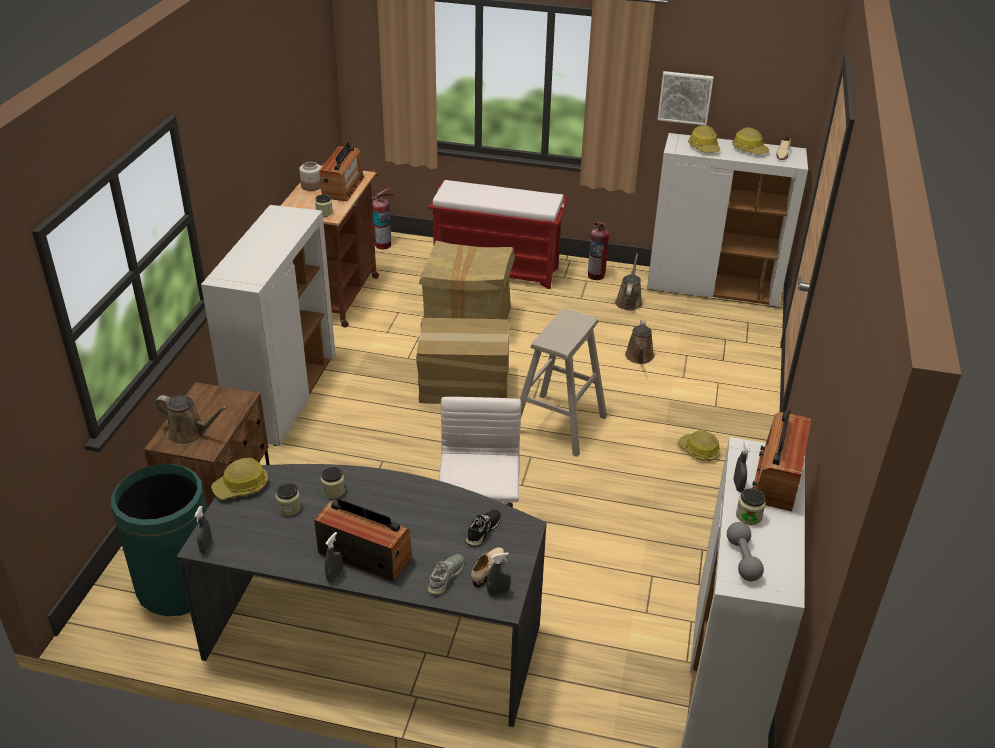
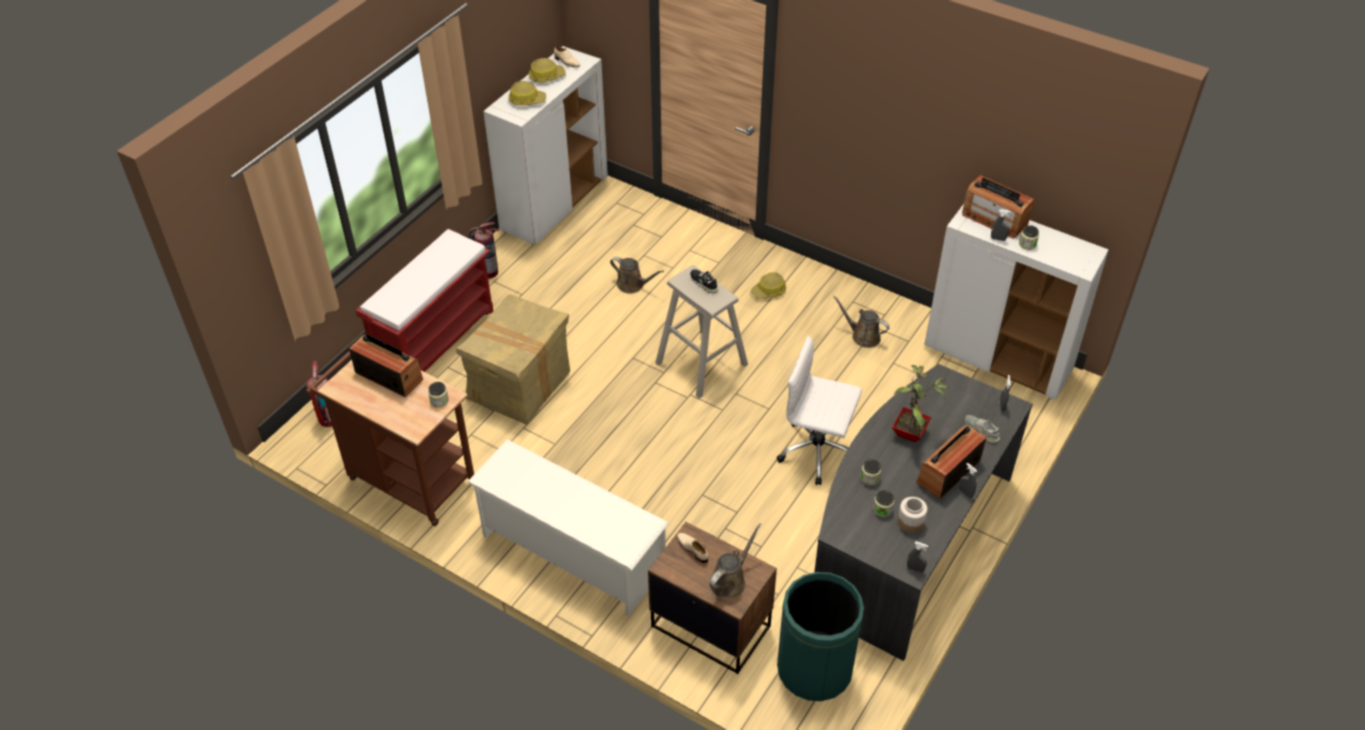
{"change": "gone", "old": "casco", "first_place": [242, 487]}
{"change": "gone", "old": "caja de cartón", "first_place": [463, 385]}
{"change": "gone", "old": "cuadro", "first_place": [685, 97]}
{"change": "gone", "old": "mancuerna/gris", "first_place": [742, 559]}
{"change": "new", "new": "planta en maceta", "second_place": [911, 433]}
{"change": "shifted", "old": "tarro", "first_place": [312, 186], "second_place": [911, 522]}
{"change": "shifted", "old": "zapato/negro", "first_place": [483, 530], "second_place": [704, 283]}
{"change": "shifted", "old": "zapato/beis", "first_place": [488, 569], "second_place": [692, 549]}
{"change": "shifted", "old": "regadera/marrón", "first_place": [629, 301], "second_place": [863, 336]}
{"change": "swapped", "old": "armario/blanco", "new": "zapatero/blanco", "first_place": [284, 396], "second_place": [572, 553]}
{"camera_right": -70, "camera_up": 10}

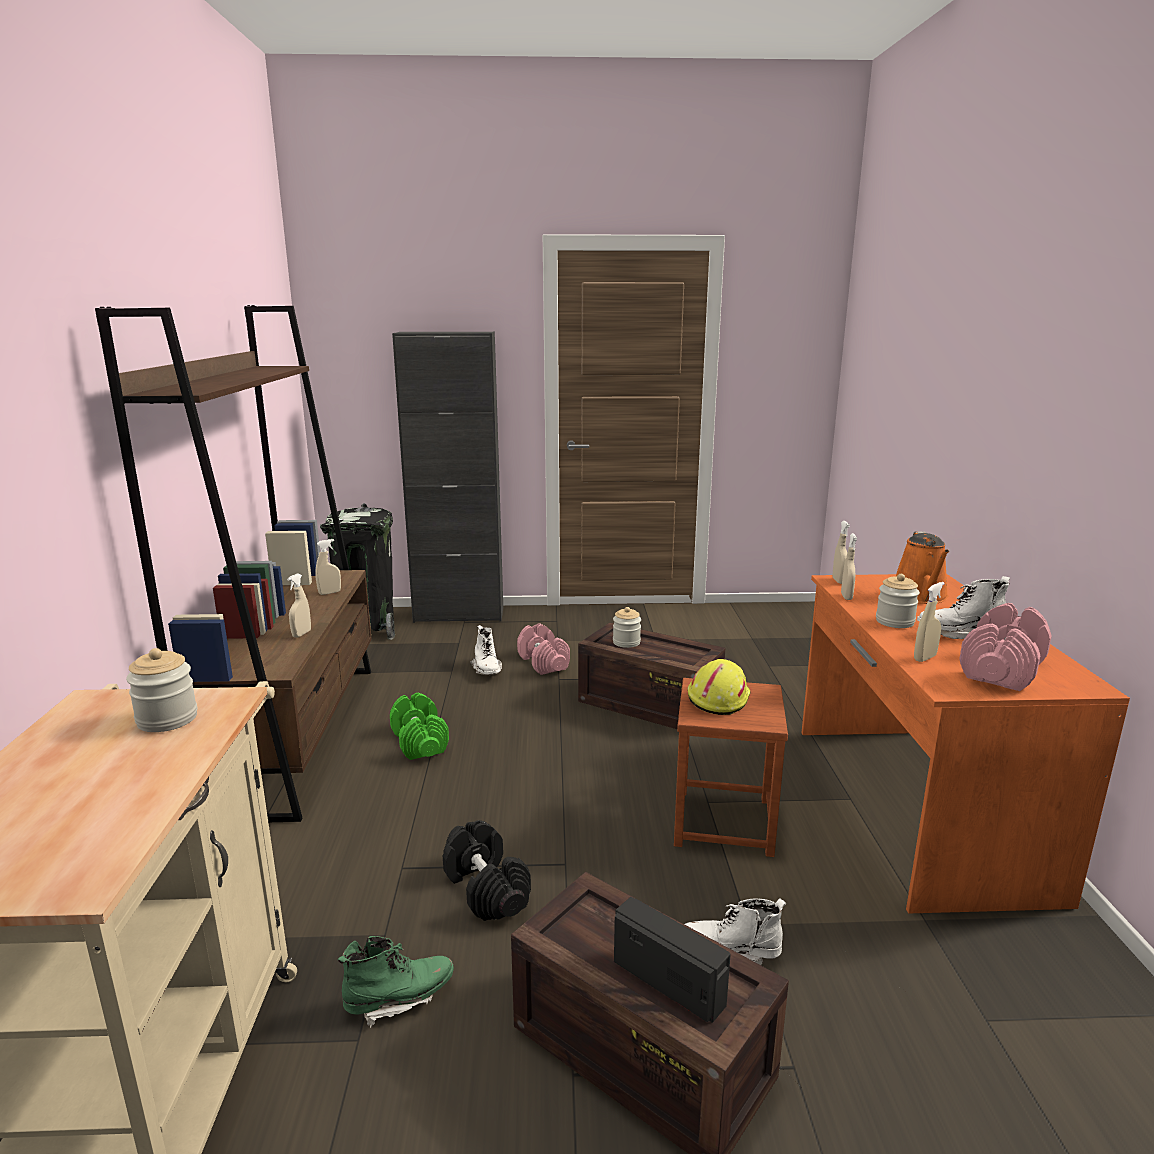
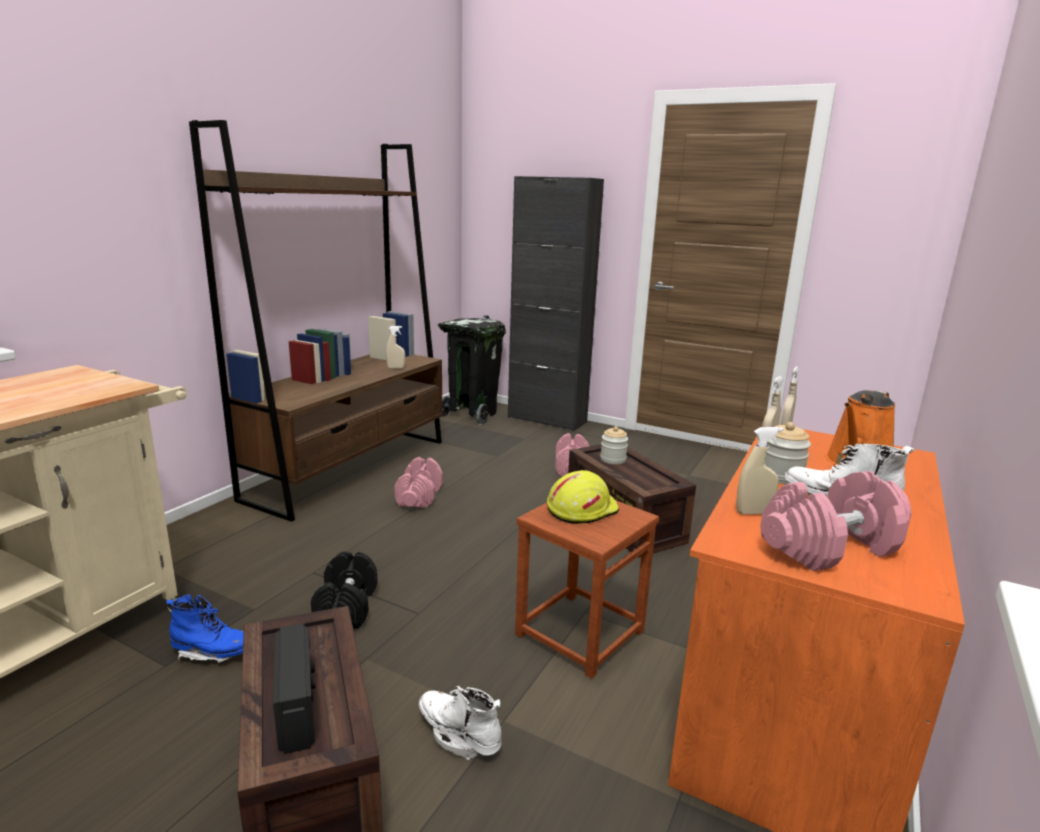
{"change": "gone", "old": "tarro", "first_place": [167, 719]}
{"change": "gone", "old": "pulverizador/beis", "first_place": [301, 634]}
{"change": "gone", "old": "bota/blanco", "first_place": [487, 670]}
{"change": "repainted", "old": "bota/verde", "new": "bota/azul", "first_place": [399, 999], "second_place": [214, 653]}
{"change": "repainted", "old": "mancuerna/verde", "new": "mancuerna/rosa", "first_place": [420, 742], "second_place": [419, 496]}
{"camera_right": 30, "camera_up": 0}

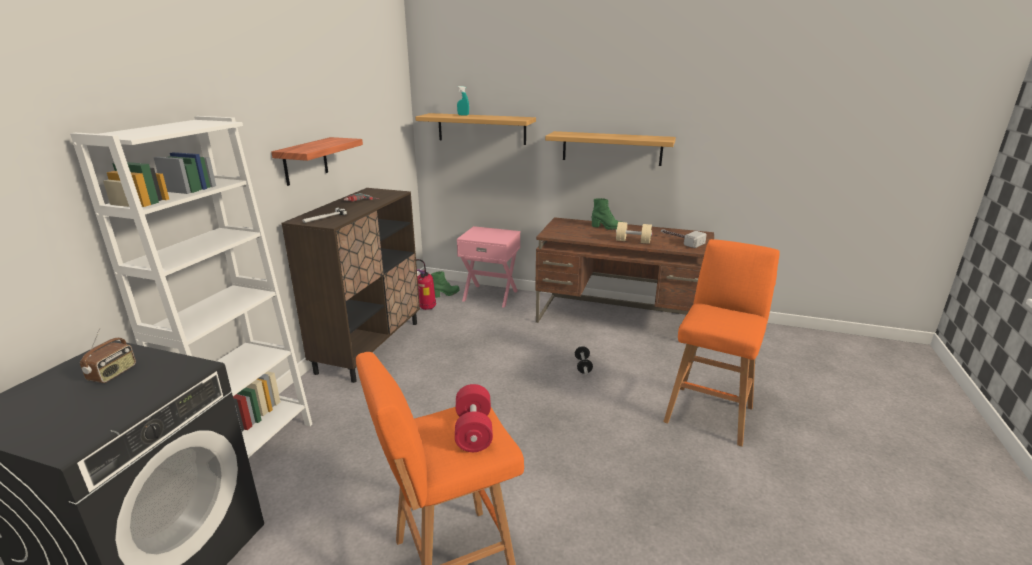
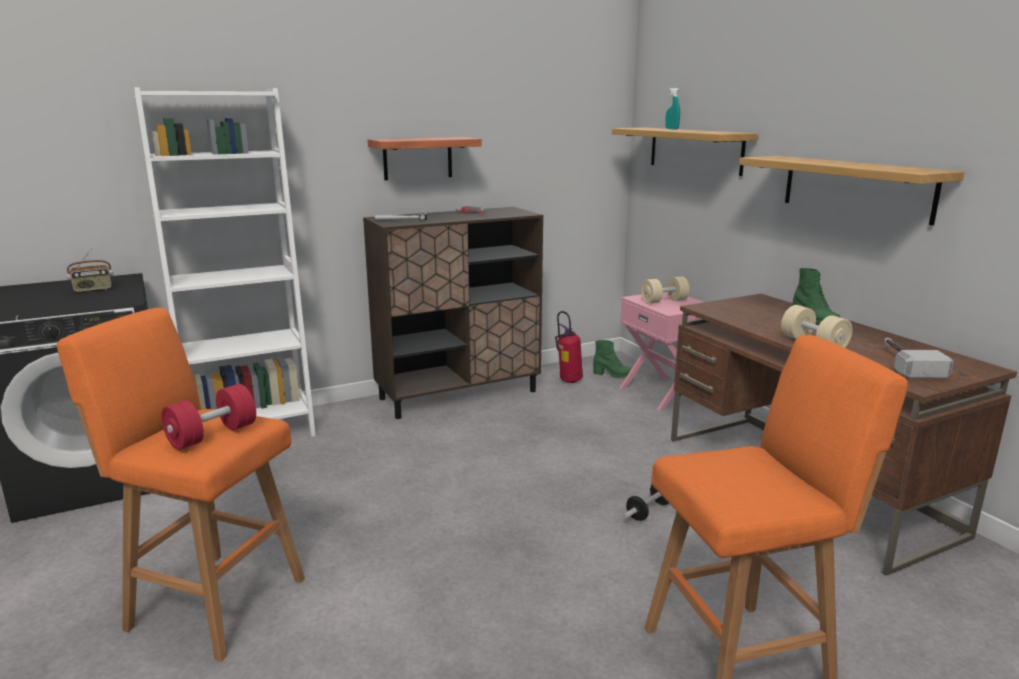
{"change": "new", "new": "mancuerna/beis", "second_place": [664, 301]}
{"camera_right": 45, "camera_up": -5}

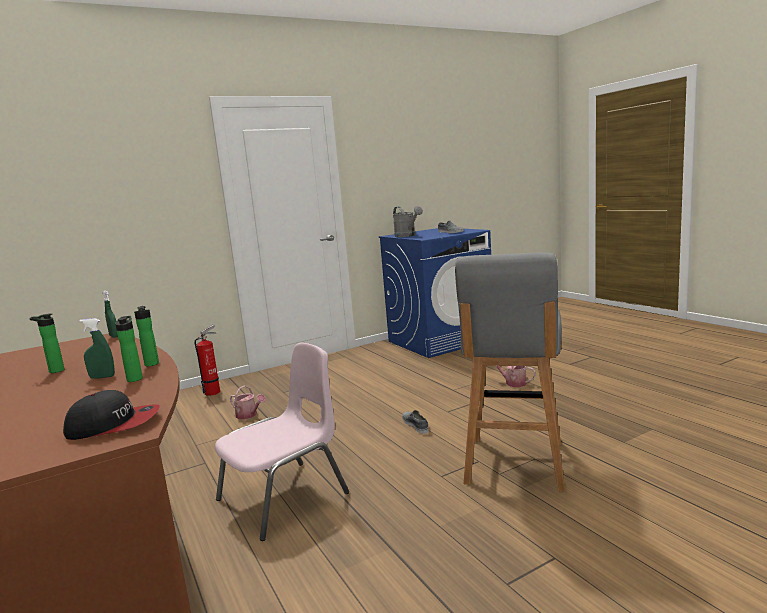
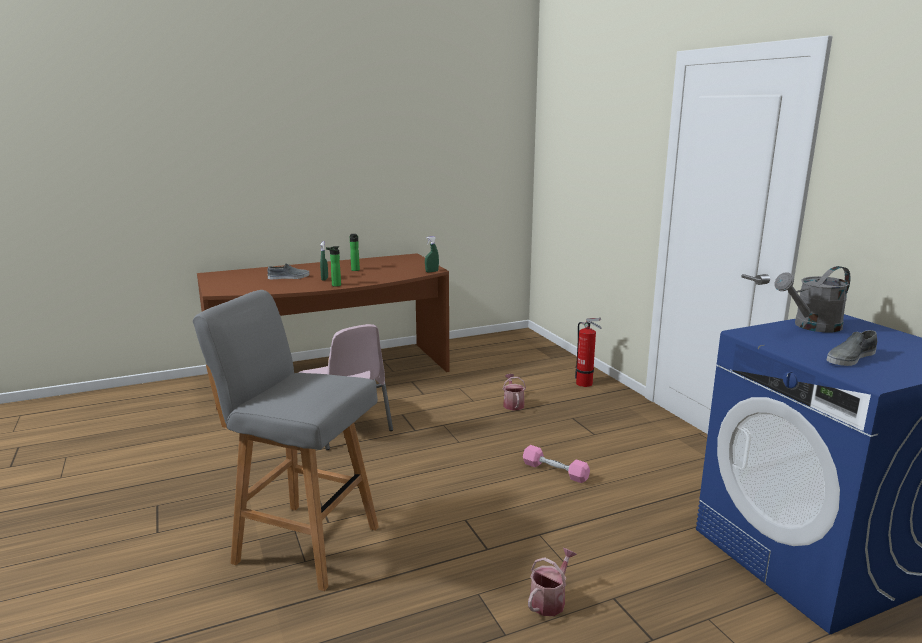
{"change": "gone", "old": "gorra", "first_place": [114, 425]}
{"change": "gone", "old": "botella", "first_place": [135, 378]}
{"change": "new", "new": "mancuerna/rosa", "second_place": [555, 471]}
{"change": "shifted", "old": "zapato/gris", "first_place": [415, 425], "second_place": [288, 277]}
{"change": "rotated", "old": "regadera", "first_place": [249, 415], "second_place": [513, 404], "degrees": 135}
{"camera_right": 95, "camera_up": 5}

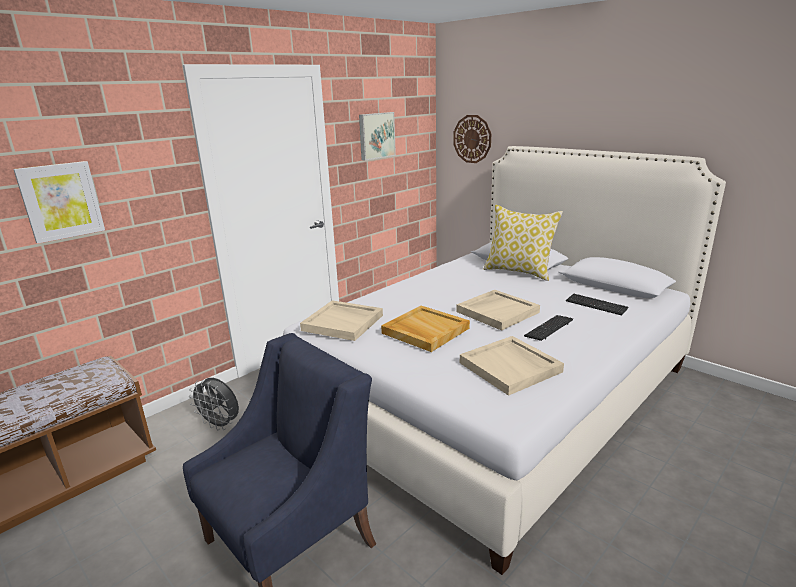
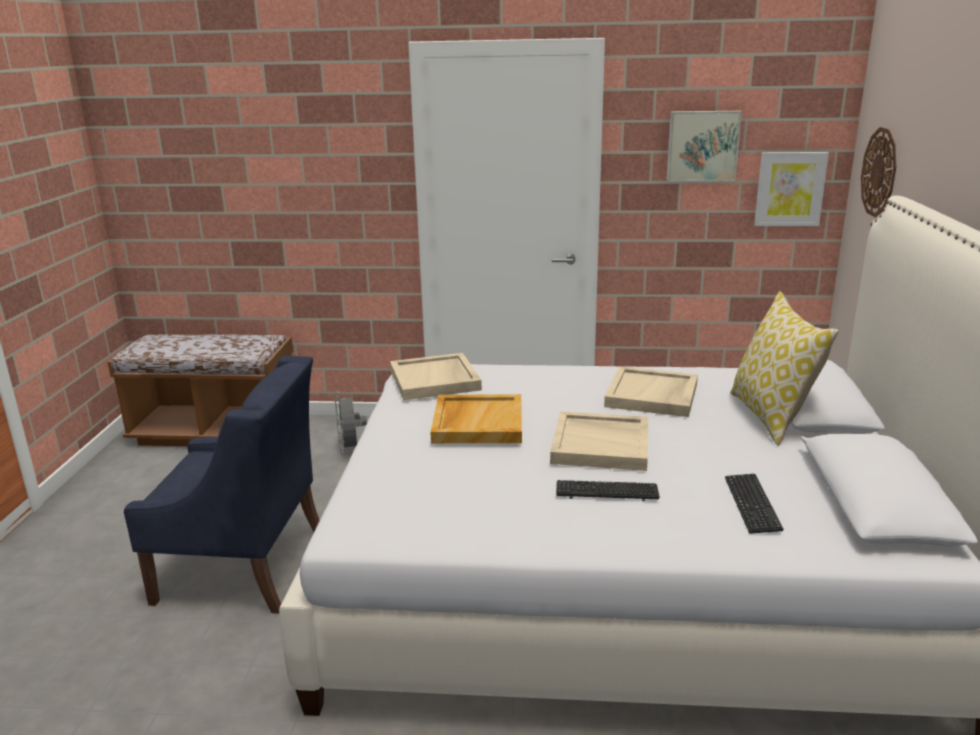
{"change": "shifted", "old": "cuadro", "first_place": [61, 201], "second_place": [790, 189]}
{"change": "shifted", "old": "bandeja/beis", "first_place": [511, 367], "second_place": [652, 396]}
{"camera_right": 50, "camera_up": 0}

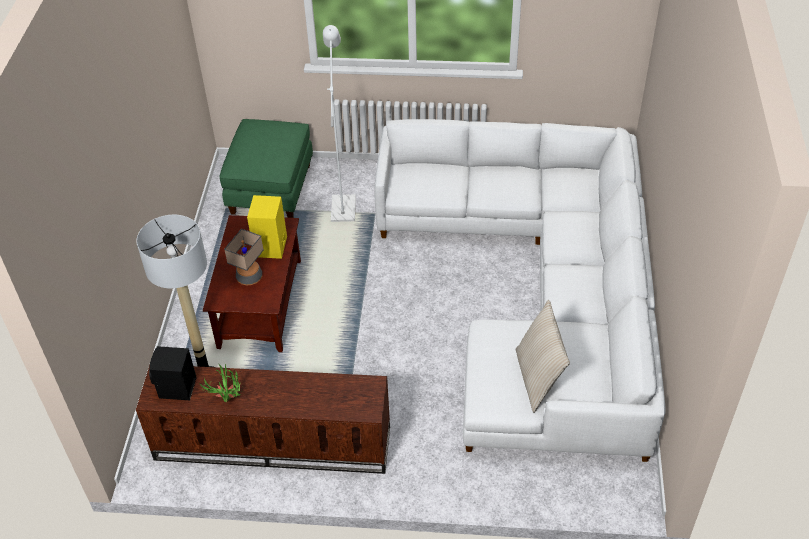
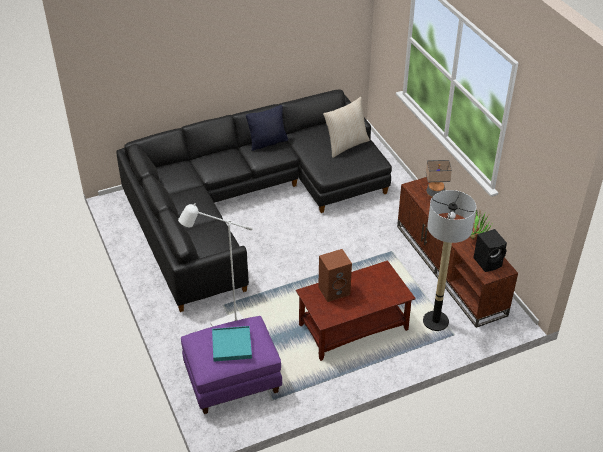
{"change": "new", "new": "bandeja/turquesa", "second_place": [231, 345]}
{"change": "new", "new": "cojín/negro", "second_place": [267, 142]}
{"change": "shifted", "old": "lámpara de mesa", "first_place": [249, 277], "second_place": [435, 193]}
{"change": "repainted", "old": "puf/verde", "new": "puf/morado", "first_place": [270, 189], "second_place": [232, 381]}
{"change": "repainted", "old": "altavoz/amarillo", "new": "altavoz/marrón", "first_place": [271, 247], "second_place": [334, 290]}
{"change": "repainted", "old": "sofá/blanco", "new": "sofá/negro", "first_place": [538, 291], "second_place": [247, 202]}
{"camera_right": -120, "camera_up": -5}

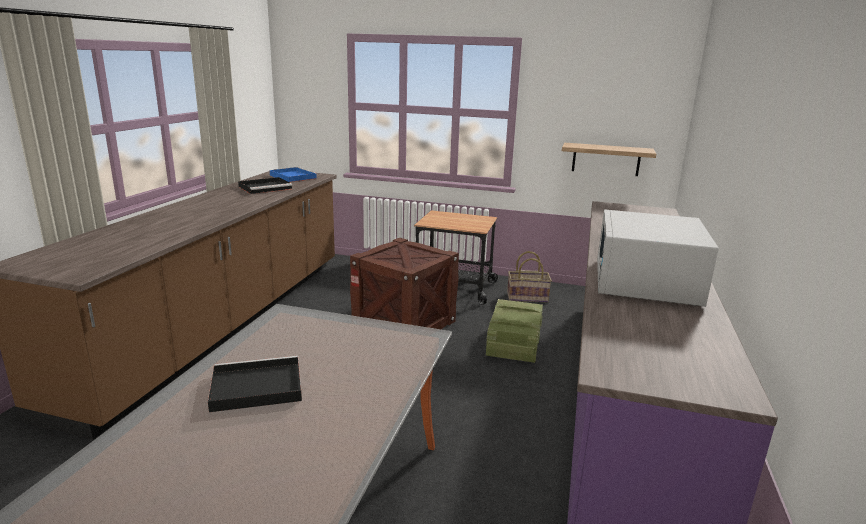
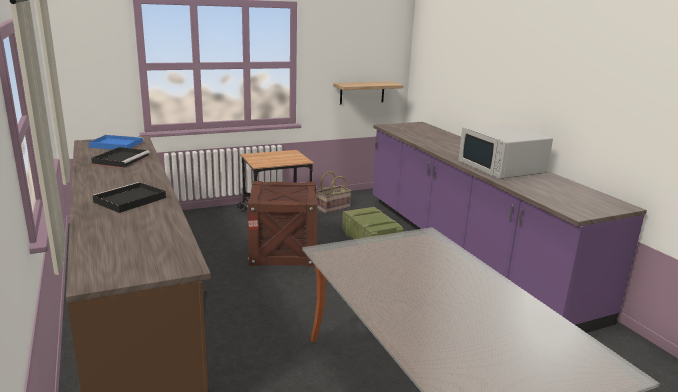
{"change": "shifted", "old": "bandeja/negro", "first_place": [254, 387], "second_place": [129, 200]}
{"camera_right": -40, "camera_up": 0}

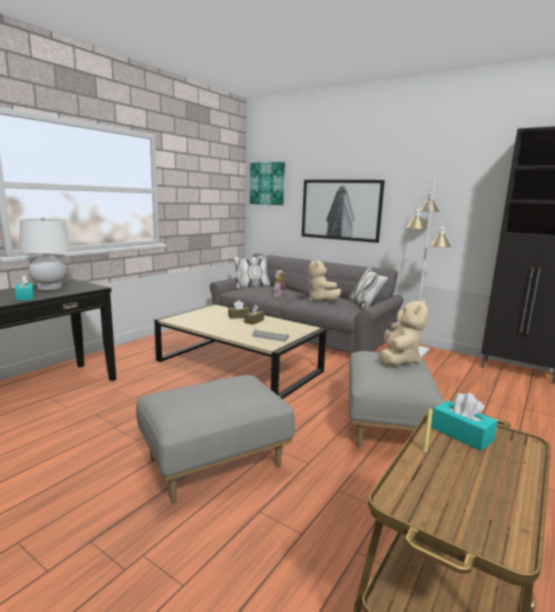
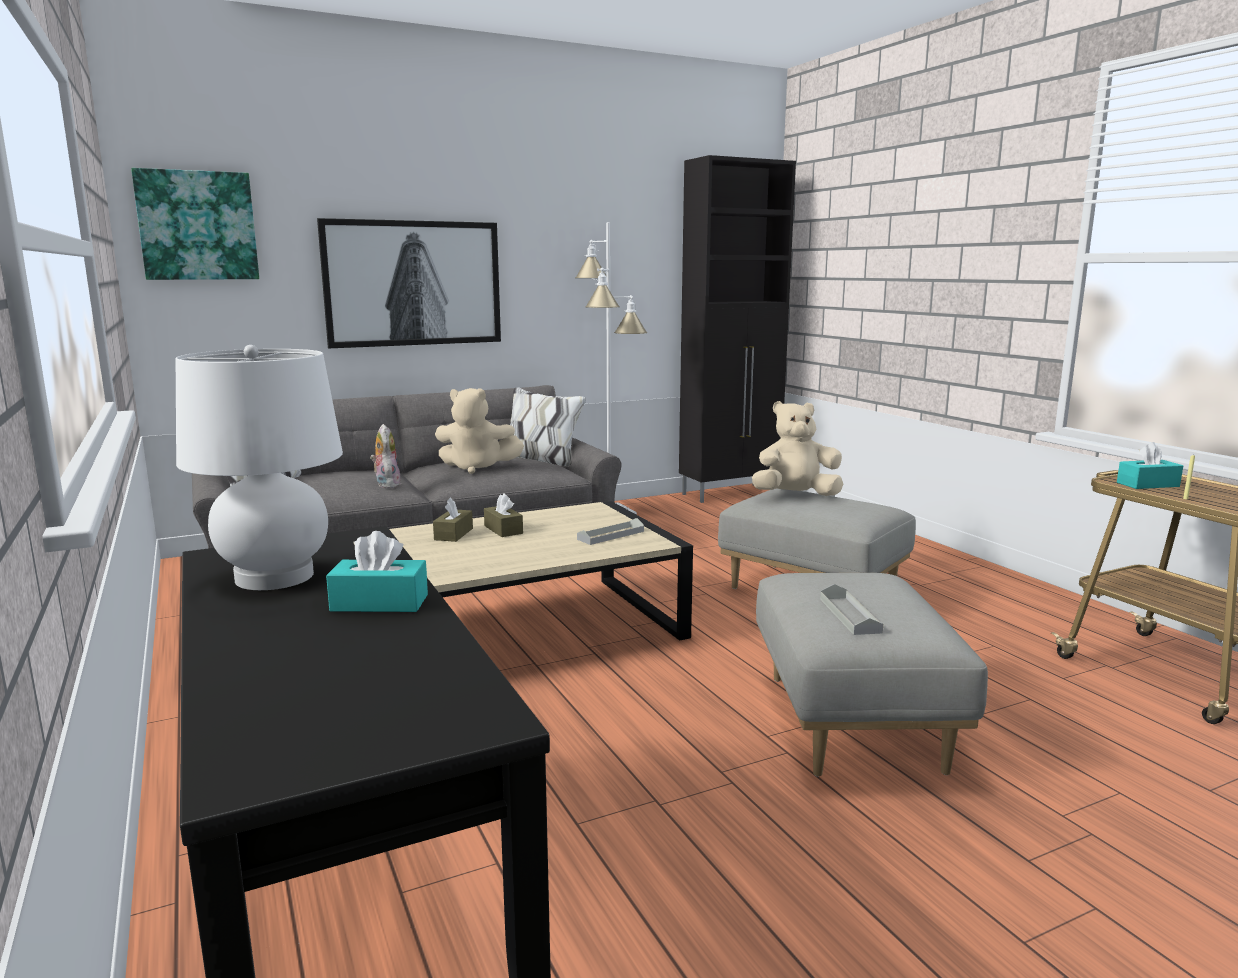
{"change": "new", "new": "bandeja/gris", "second_place": [849, 615]}
{"change": "rotated", "old": "peluche/beis", "first_place": [398, 360], "second_place": [795, 495], "degrees": -60}
{"camera_right": -60, "camera_up": 0}

